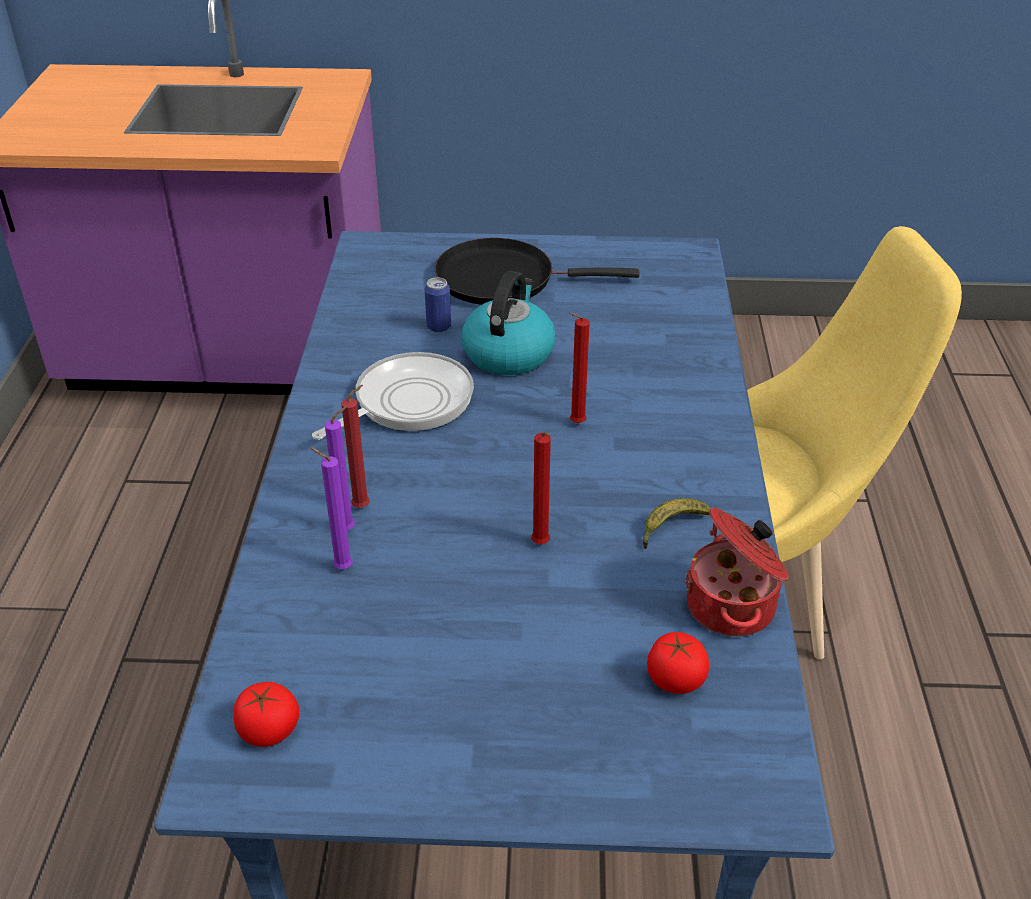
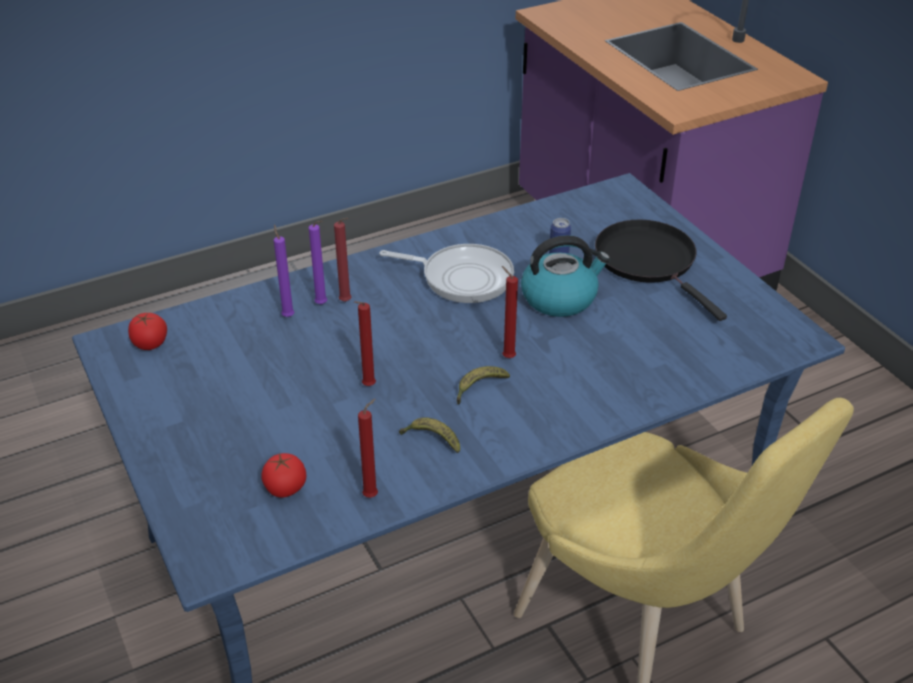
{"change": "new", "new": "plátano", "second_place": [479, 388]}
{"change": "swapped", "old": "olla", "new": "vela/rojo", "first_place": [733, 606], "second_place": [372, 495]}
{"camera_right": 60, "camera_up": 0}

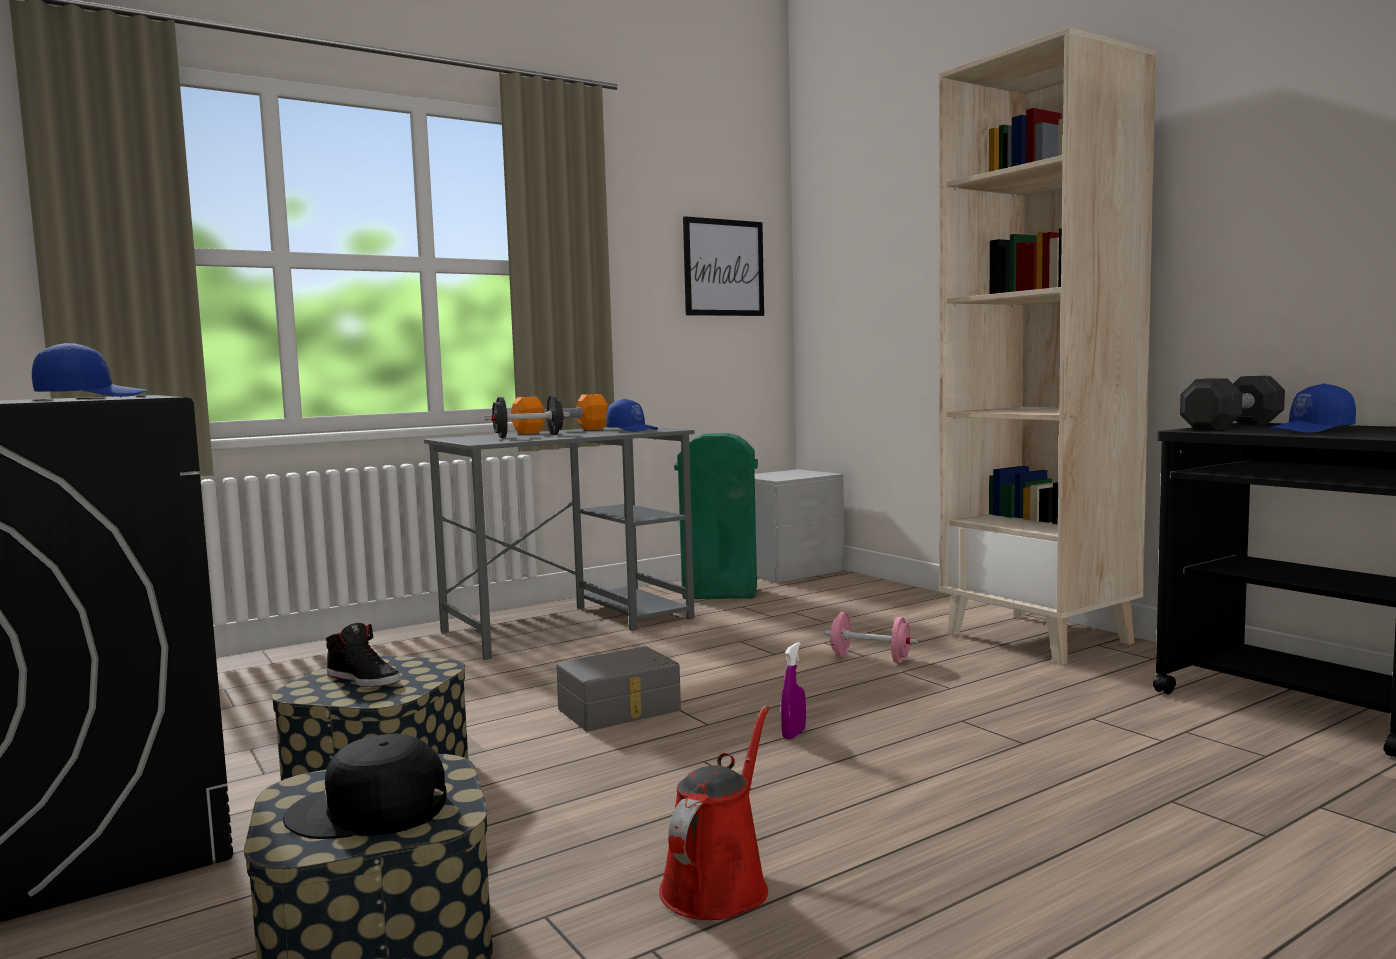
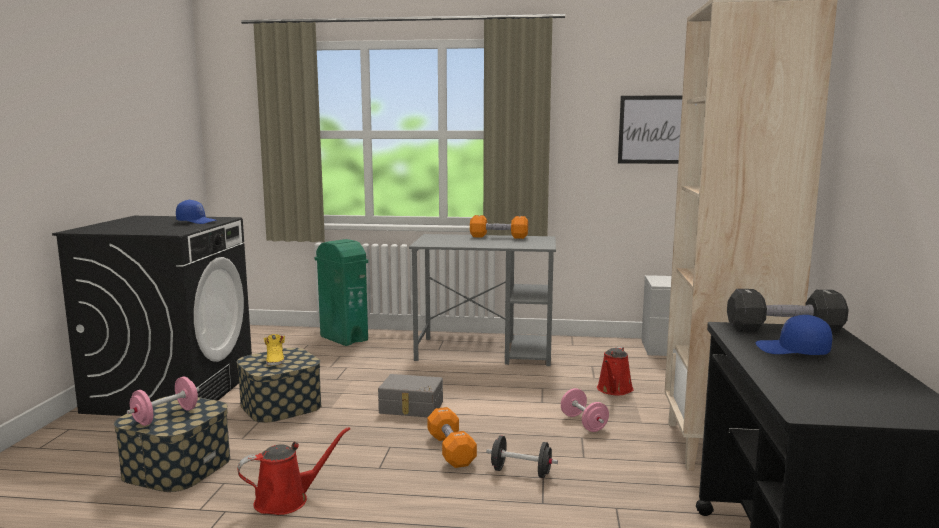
{"change": "gone", "old": "gorra/azul", "first_place": [632, 430]}
{"change": "new", "new": "regadera/rojo", "second_place": [614, 390]}
{"change": "shifted", "old": "mancuerna/negro", "first_place": [528, 436], "second_place": [521, 472]}
{"change": "shifted", "old": "papelera/verde", "first_place": [719, 593], "second_place": [344, 338]}
{"change": "swapped", "old": "gorra/negro", "new": "mancuerna/rosa", "first_place": [368, 811], "second_place": [166, 416]}
{"change": "swapped", "old": "pulverizador/morado", "new": "mancuerna/naranja", "first_place": [794, 734], "second_place": [451, 450]}
{"change": "repainted", "old": "zapato/negro", "new": "zapato/amarillo", "first_place": [364, 679], "second_place": [275, 360]}
{"camera_right": 40, "camera_up": 5}

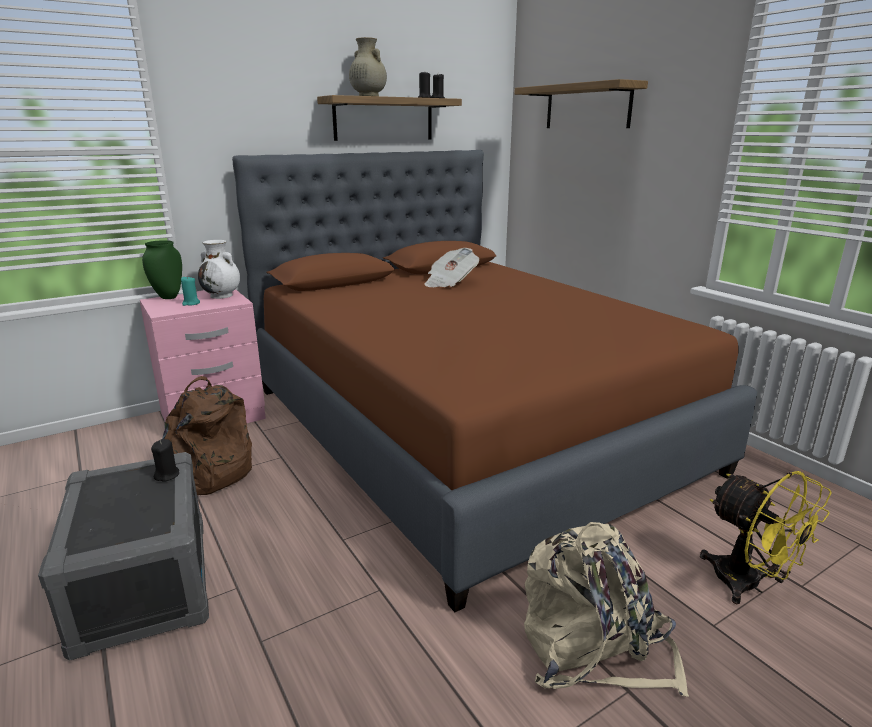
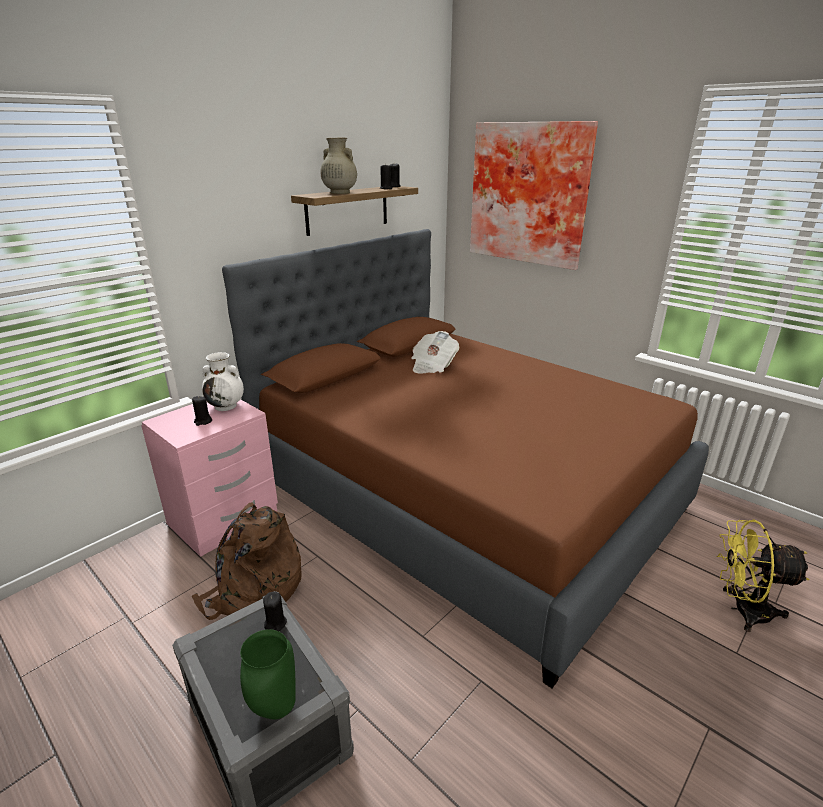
{"change": "gone", "old": "mochila/beis", "first_place": [593, 647]}
{"change": "shifted", "old": "florero/verde", "first_place": [169, 297], "second_place": [276, 710]}
{"change": "swapped", "old": "estante", "new": "cuadro", "first_place": [587, 106], "second_place": [529, 194]}
{"change": "repainted", "old": "vela/turquesa", "new": "vela/negro", "first_place": [191, 303], "second_place": [203, 421]}
{"change": "rotated", "old": "ventilador/amarillo", "first_place": [748, 585], "second_place": [742, 610], "degrees": 150}
{"camera_right": -15, "camera_up": 5}

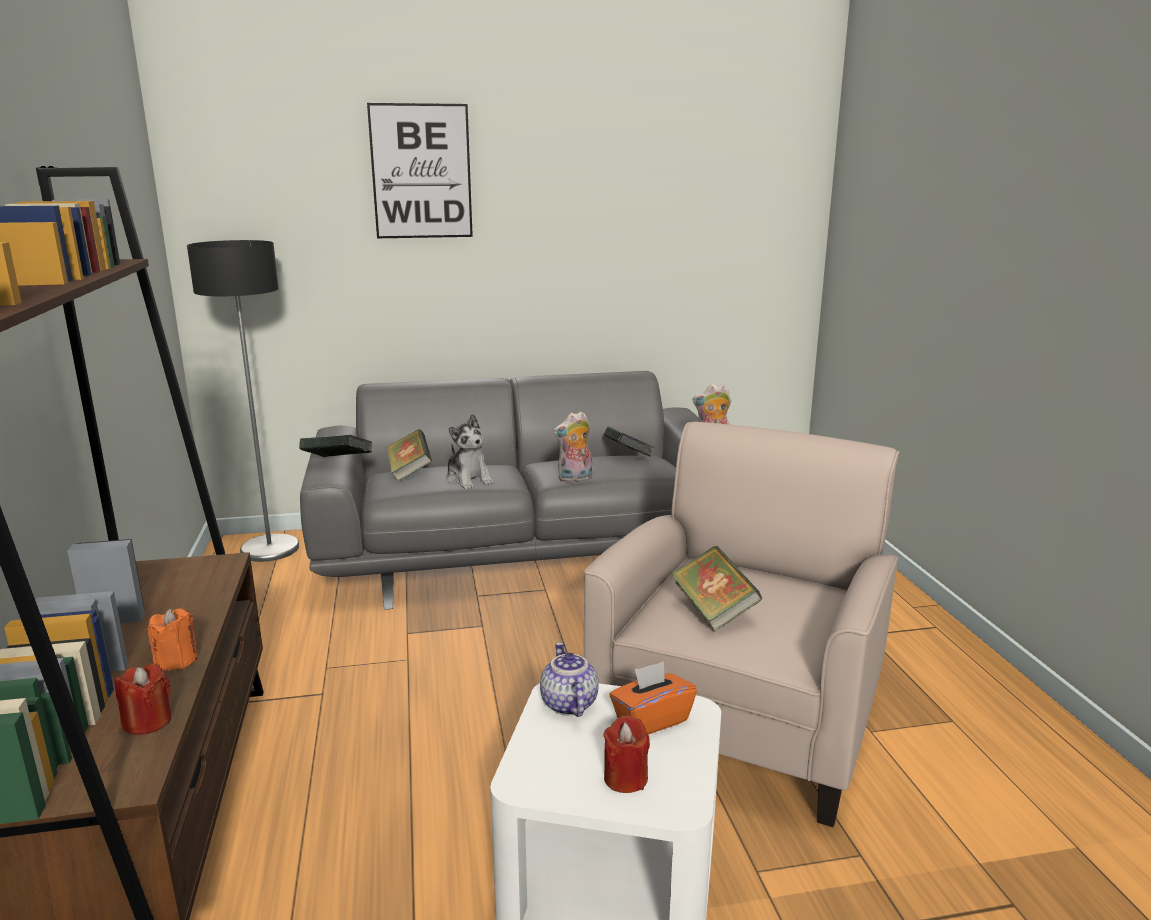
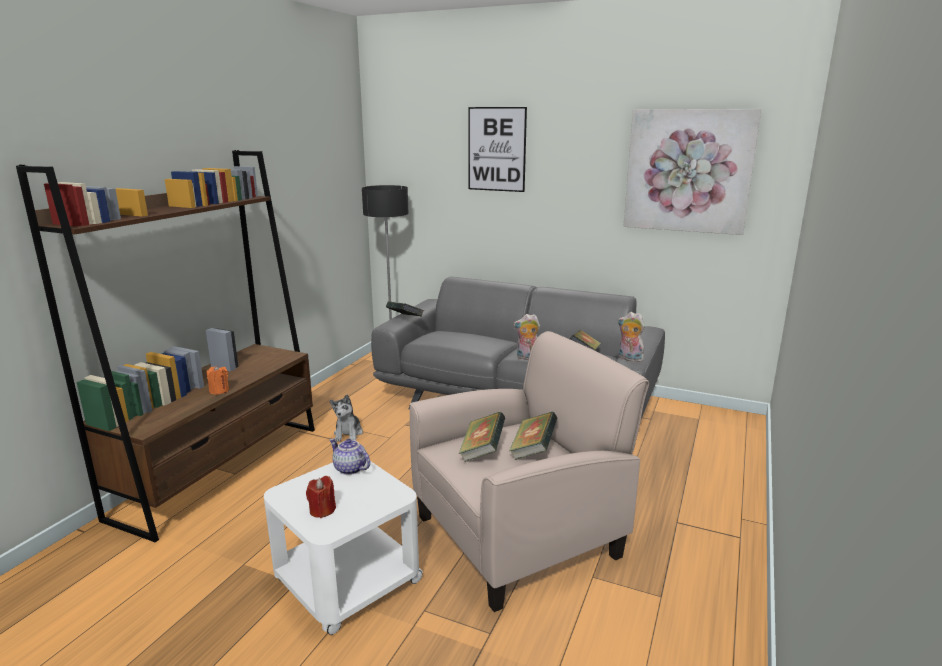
{"change": "gone", "old": "vela/rojo", "first_place": [148, 722]}
{"change": "gone", "old": "caja de pañuelos/naranja", "first_place": [651, 720]}
{"change": "new", "new": "cuadro", "second_place": [688, 171]}
{"change": "shifted", "old": "libro", "first_place": [409, 472], "second_place": [533, 450]}
{"change": "shifted", "old": "peluche", "first_place": [468, 479], "second_place": [348, 434]}
{"change": "rotated", "old": "tetera", "first_place": [567, 704], "second_place": [349, 469], "degrees": -75}
{"camera_right": 35, "camera_up": 0}

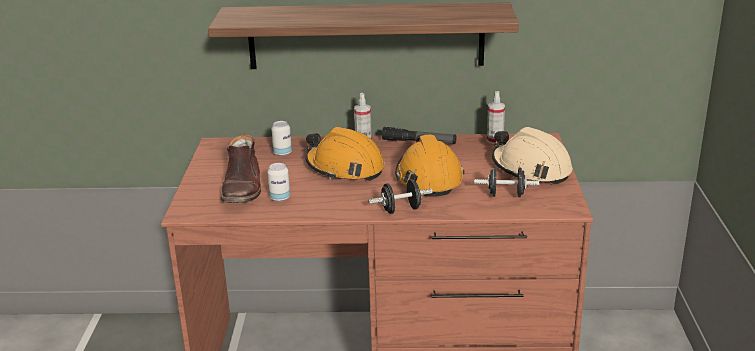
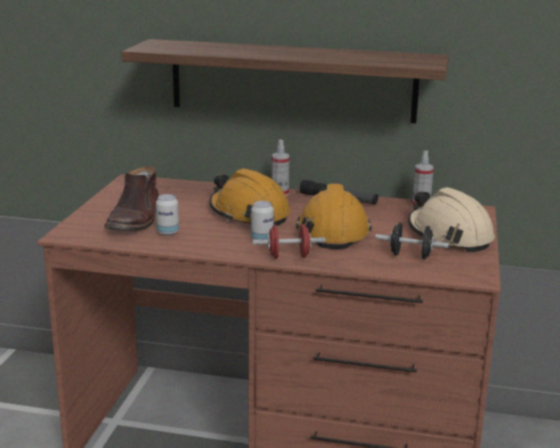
{"change": "shifted", "old": "lata", "first_place": [282, 153], "second_place": [262, 240]}
{"change": "repainted", "old": "mancuerna/negro", "new": "mancuerna/rojo", "first_place": [401, 210], "second_place": [288, 256]}
{"camera_right": 10, "camera_up": -5}

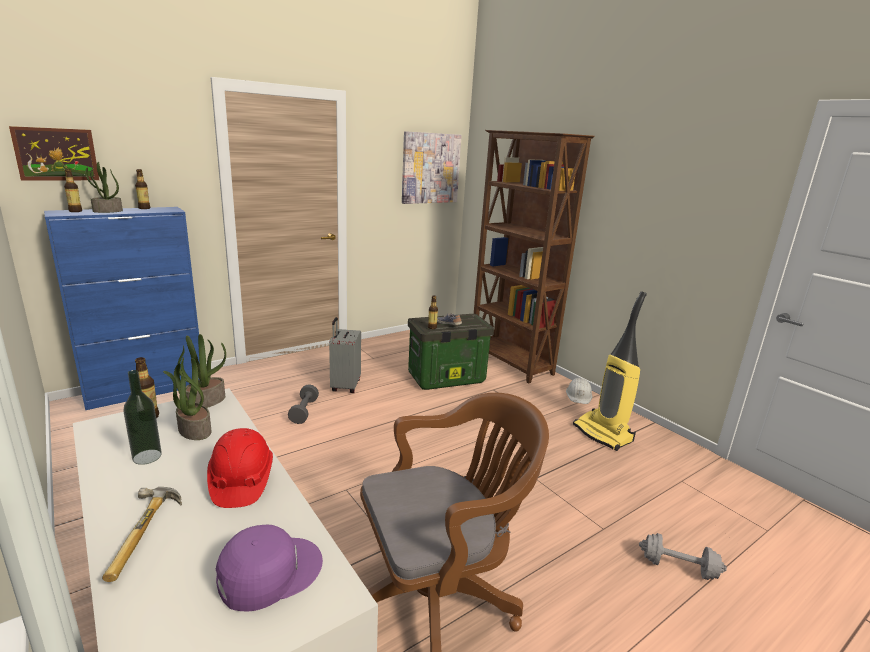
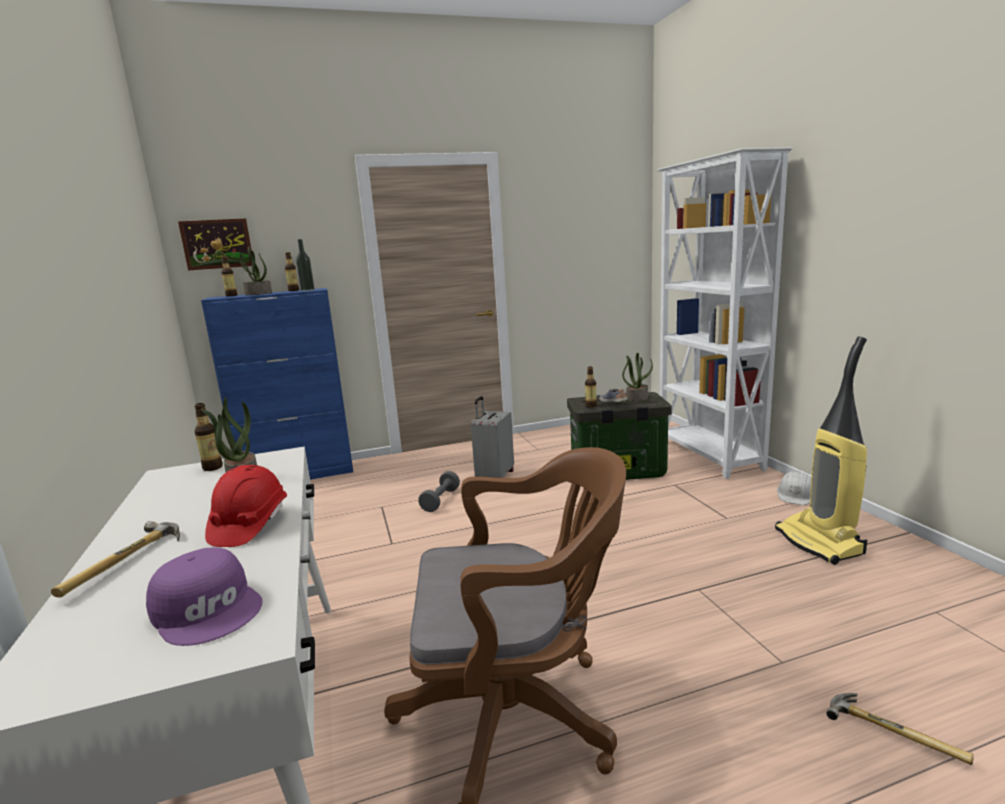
{"change": "gone", "old": "cuadro", "first_place": [430, 168]}
{"change": "shifted", "old": "botella", "first_place": [147, 457], "second_place": [307, 290]}
{"change": "shifted", "old": "planta en maceta", "first_place": [206, 401], "second_place": [637, 399]}
{"change": "swapped", "old": "mancuerna/gris", "new": "martillo", "first_place": [678, 567], "second_place": [896, 731]}
{"change": "repainted", "old": "estantería/marrón", "new": "estantería/blanco", "first_place": [510, 363], "second_place": [708, 456]}
{"change": "rotated", "old": "gorra/morado", "first_place": [269, 571], "second_place": [208, 608], "degrees": 60}
{"camera_right": 20, "camera_up": -5}

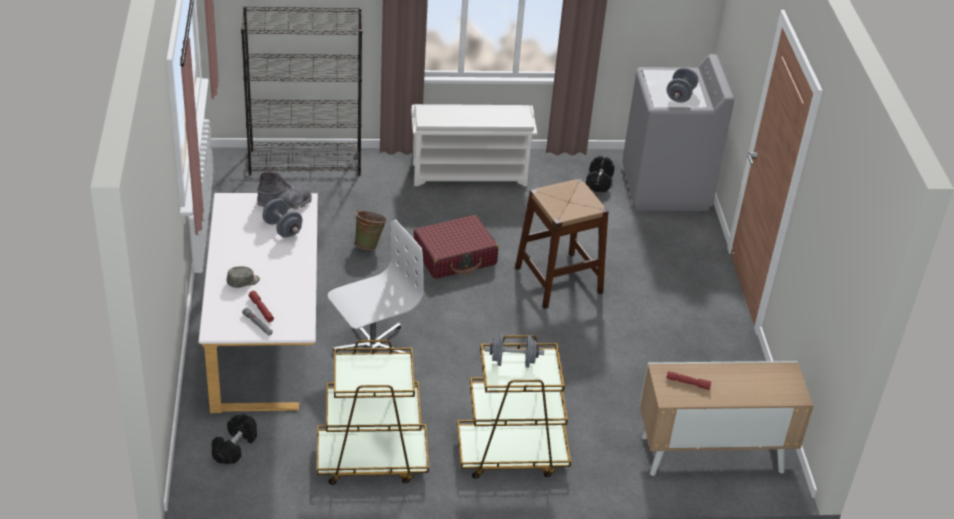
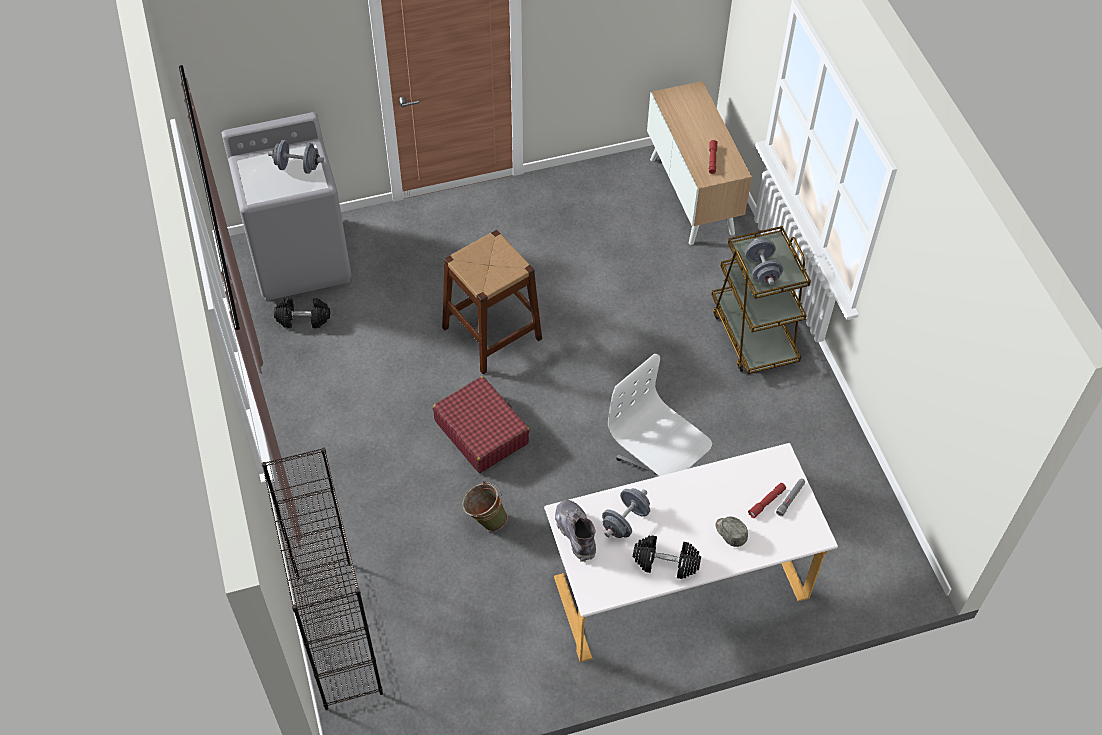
{"change": "gone", "old": "carrito/marrón", "first_place": [371, 460]}
{"change": "gone", "old": "zapatero/blanco", "first_place": [470, 174]}
{"change": "shifted", "old": "mancuerna/negro", "first_place": [234, 447], "second_place": [665, 563]}
{"camera_right": -100, "camera_up": 15}

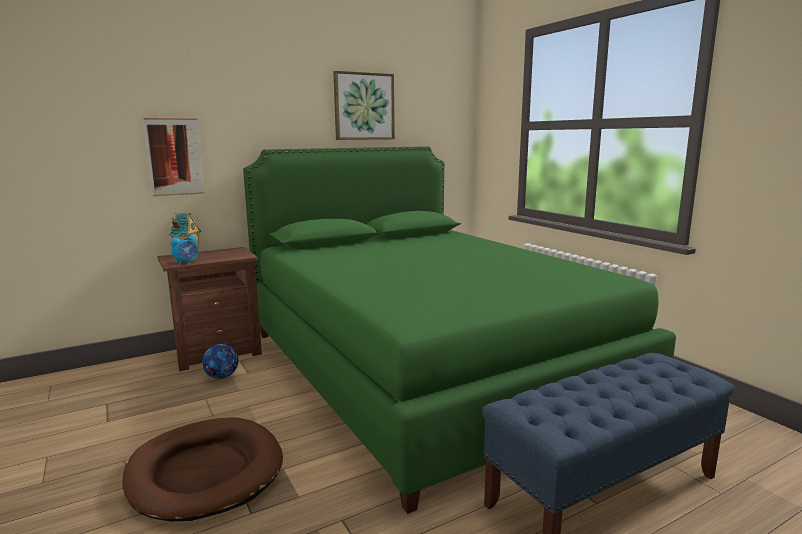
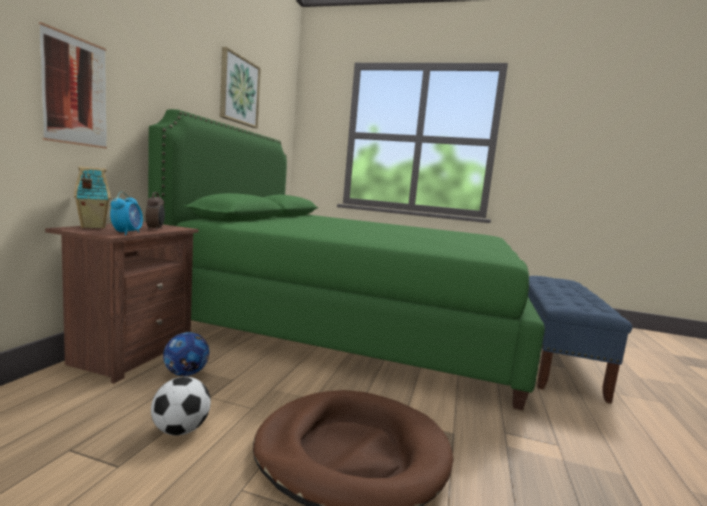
{"change": "new", "new": "despertador", "second_place": [155, 229]}
{"change": "new", "new": "balón de fútbol", "second_place": [181, 430]}
{"camera_right": -45, "camera_up": -5}

